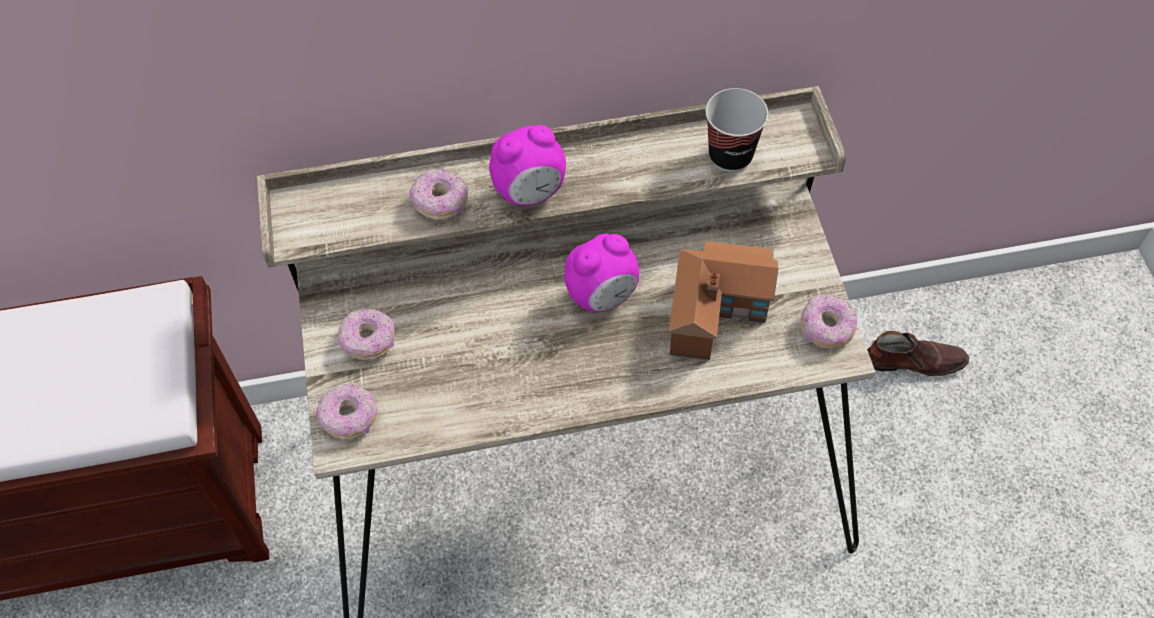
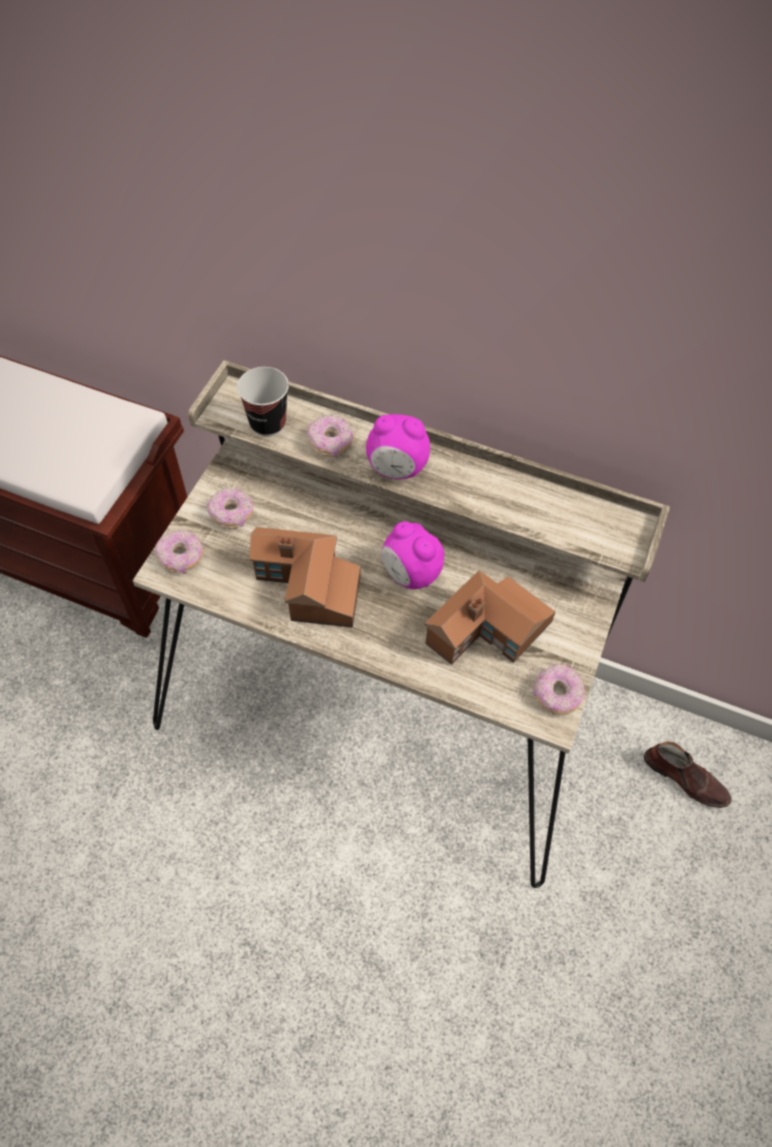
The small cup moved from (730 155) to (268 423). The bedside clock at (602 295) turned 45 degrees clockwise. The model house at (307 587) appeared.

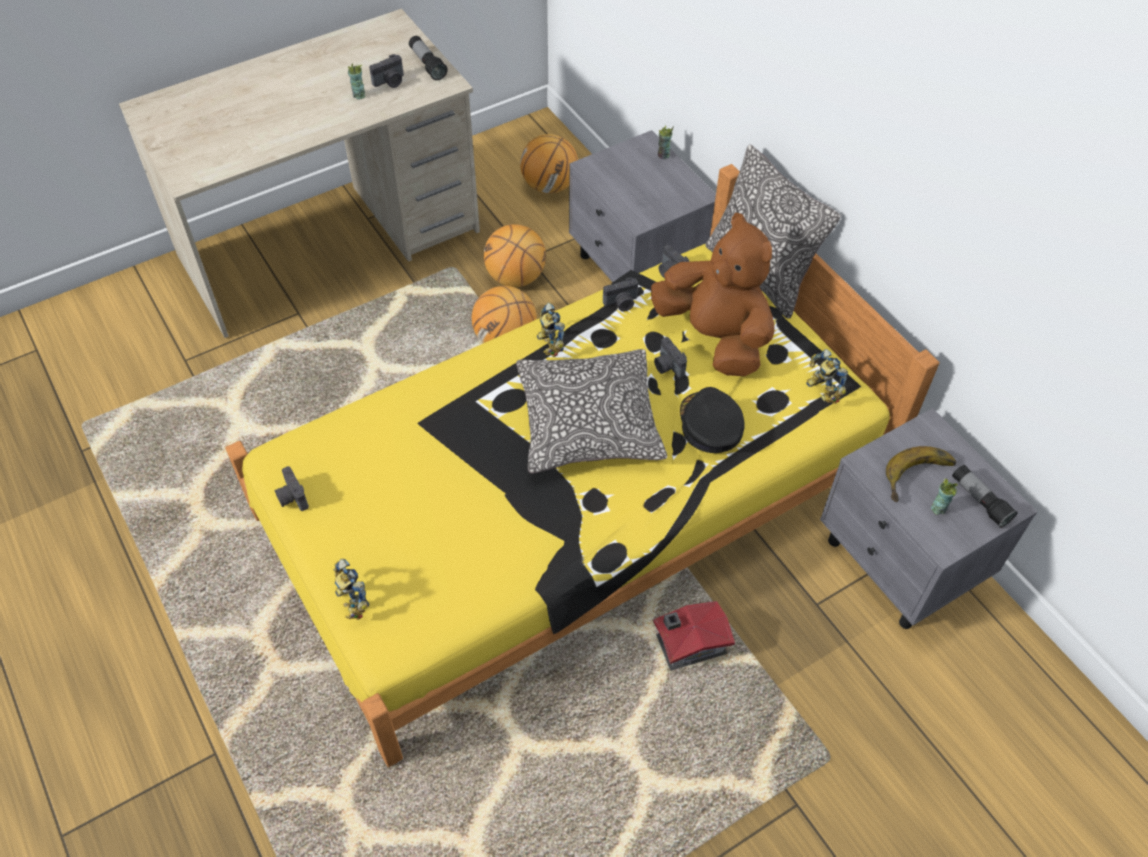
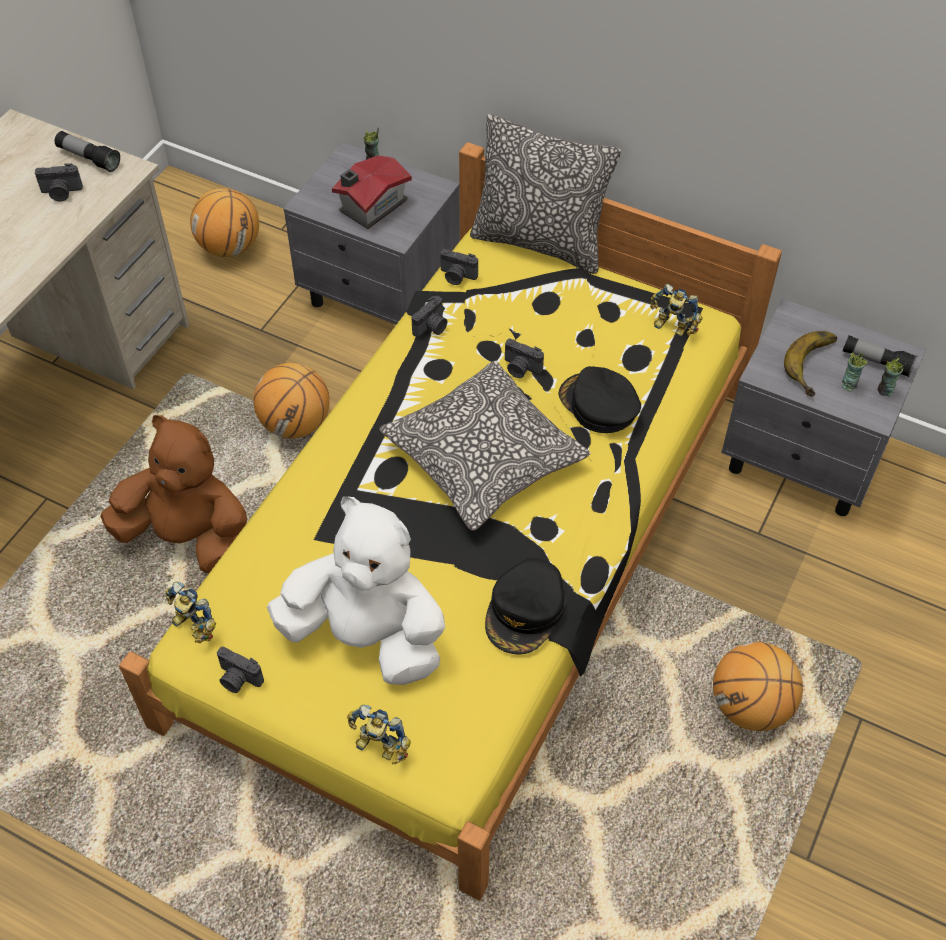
The still camera at (390 82) turned 60 degrees clockwise. The small cup moved from (359 95) to (885 391). The brownish plush toy moved from (714 337) to (189 537). The basketball ball moved from (515 278) to (750 706). The toy robot moved from (548 344) to (191 627). The model house moved from (688 644) to (370 206). The white-coloured plush toy at (367 636) appeared. The black-coloured baseball cap at (525 611) appeared.

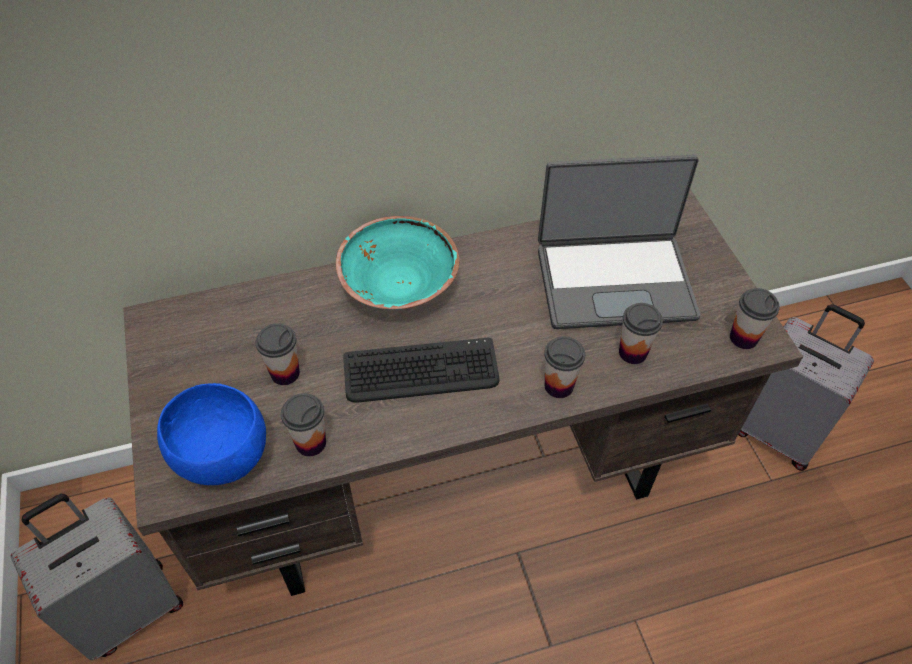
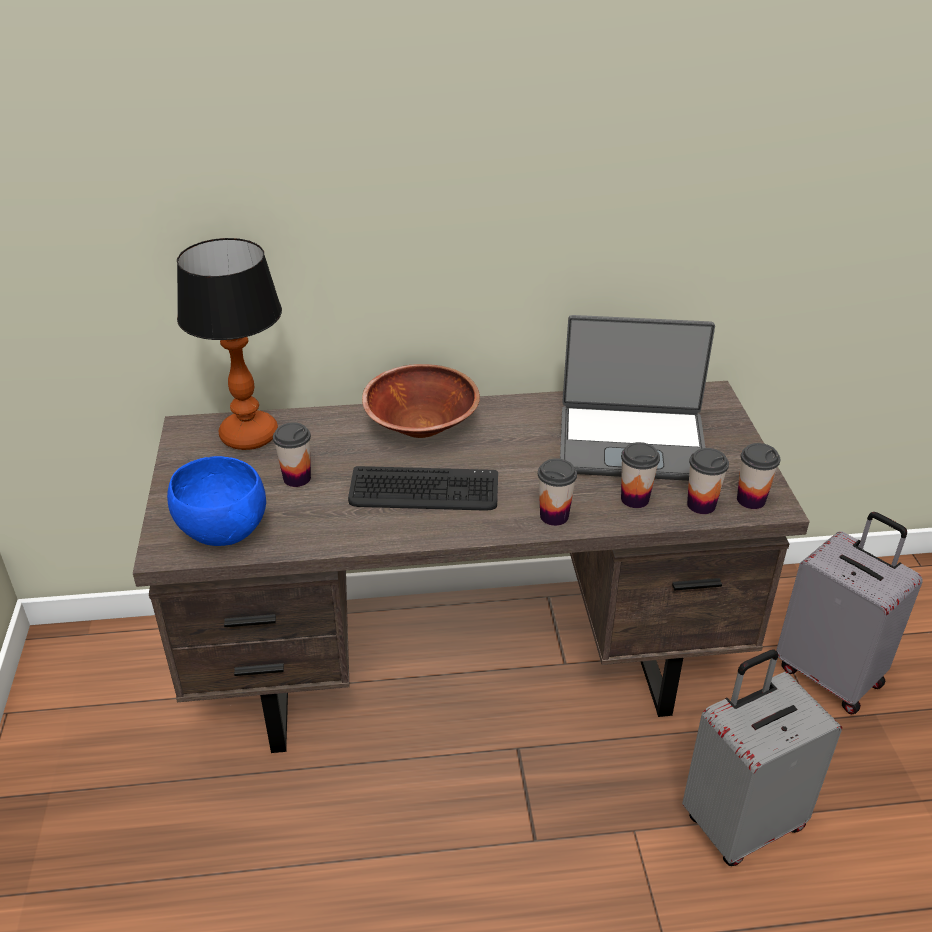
The turquoise-coloured bowl at (399 284) became the brownish bowl at (421 425). The small cup moved from (311 443) to (701 505). The gray piece of luggage moved from (129 608) to (741 821). The lamp for a table at (249 436) appeared.

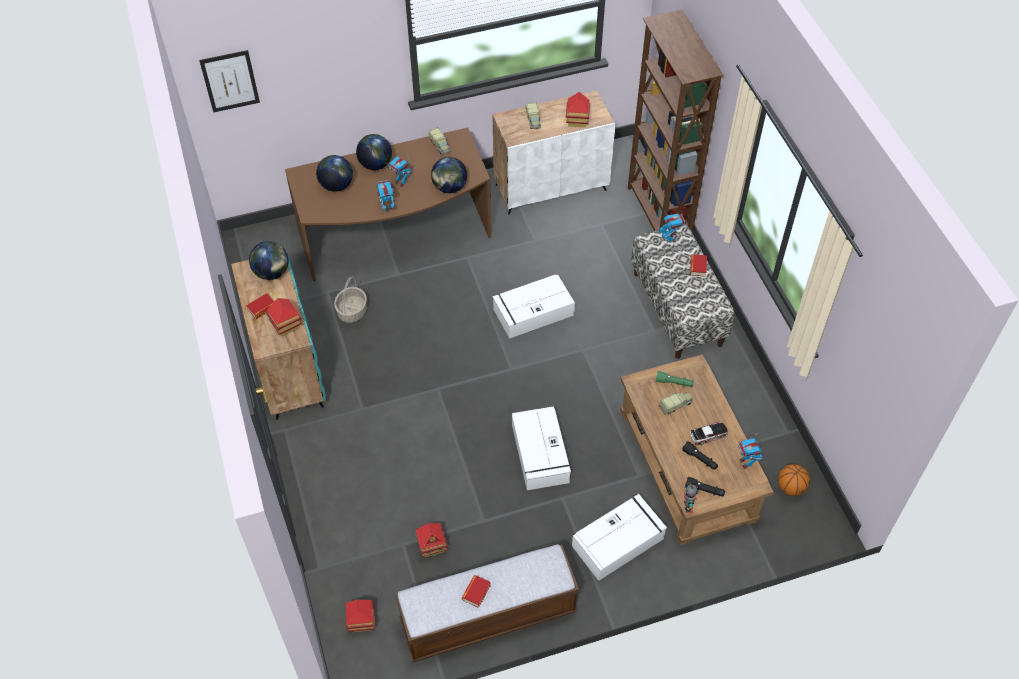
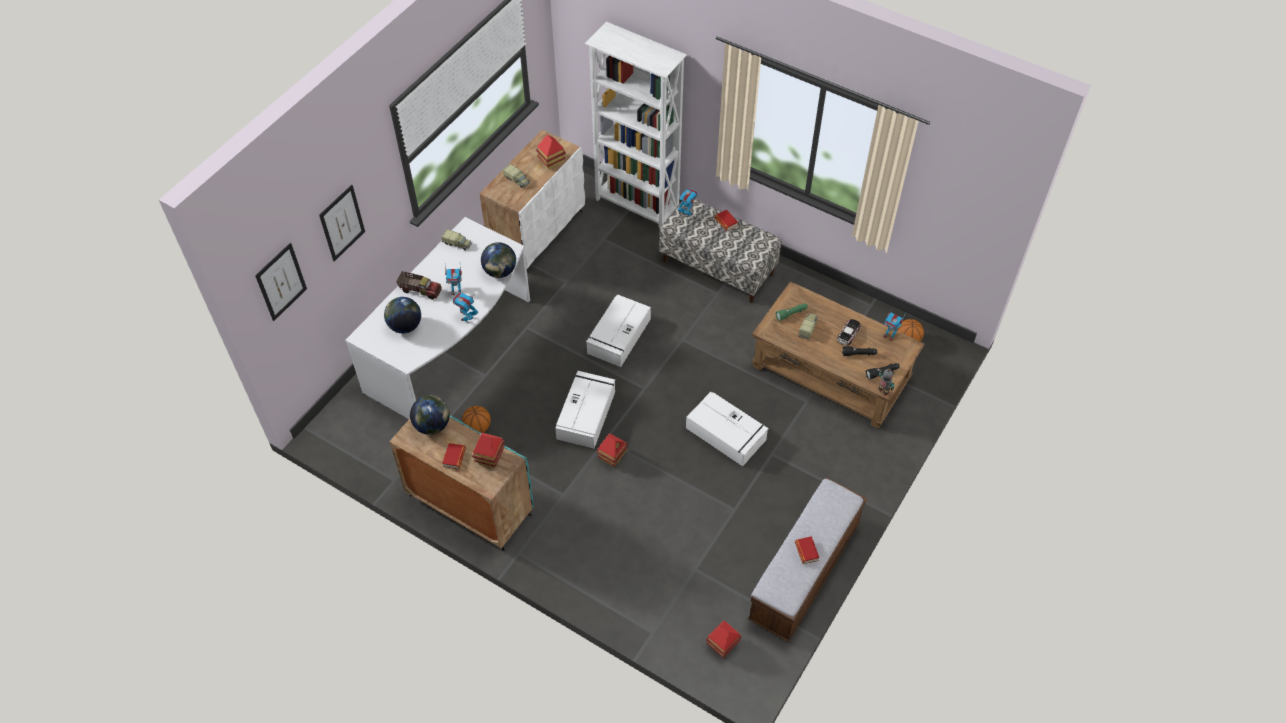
The brownish bookcase at (658 213) became the white-coloured bookcase at (637 206). The brownish desk unit at (395 237) became the white-coloured desk unit at (453 348). The globe at (375 164) was replaced by the model truck at (420 290). The household basket at (352 311) was replaced by the basketball ball at (477 427). The white-coloured storage container moved from (619 541) to (586 414). The model house moved from (432 547) to (612 457). The picture at (342 223) appeared.

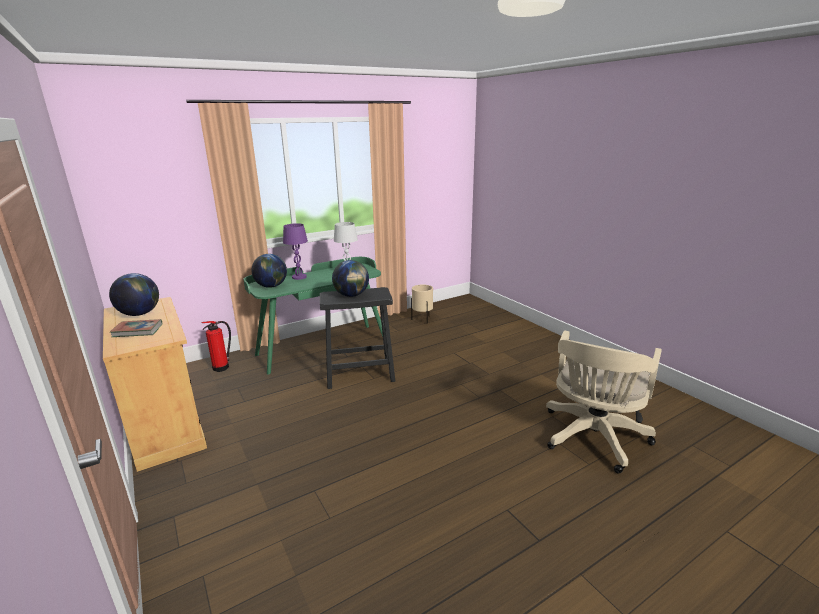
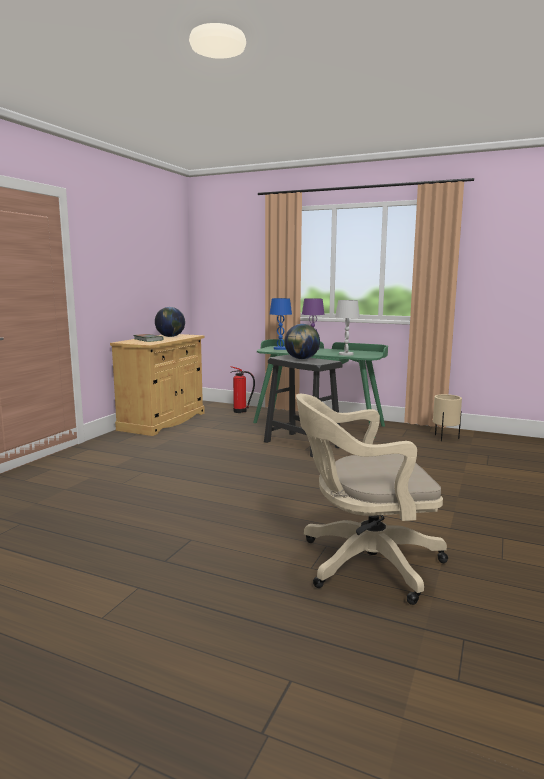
The globe at (271 286) was replaced by the blue lamp for a table at (280 348).

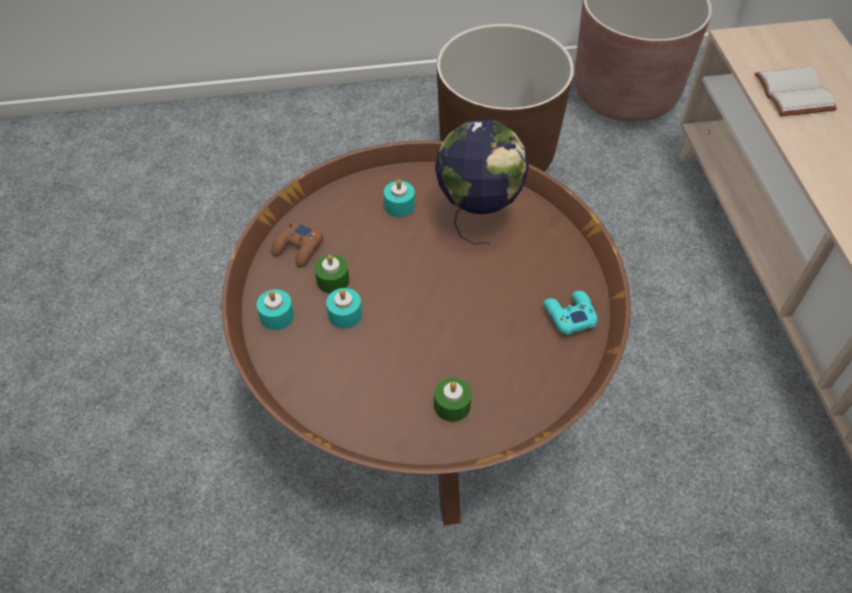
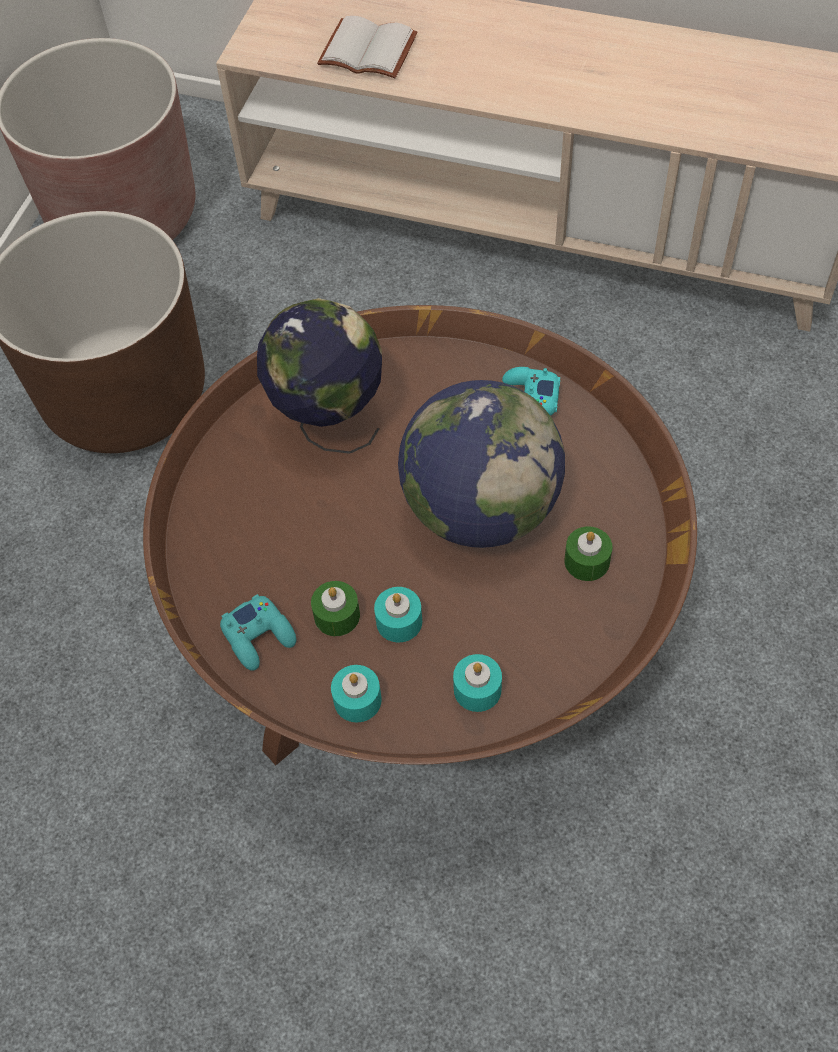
The turquoise-coloured wax candle moved from (399 205) to (477 689). The brownish gamepad at (298 248) became the turquoise-coloured gamepad at (259 636). The globe at (480 509) appeared.

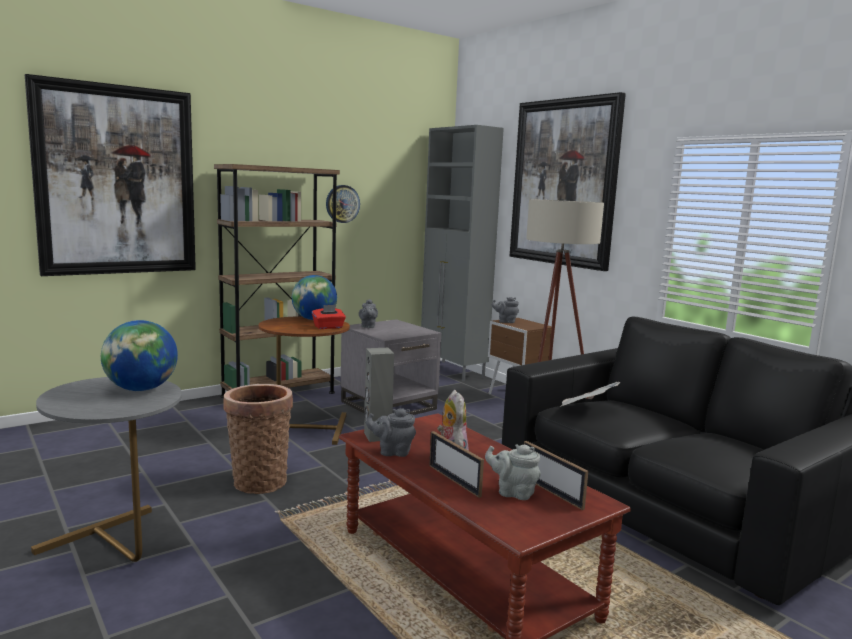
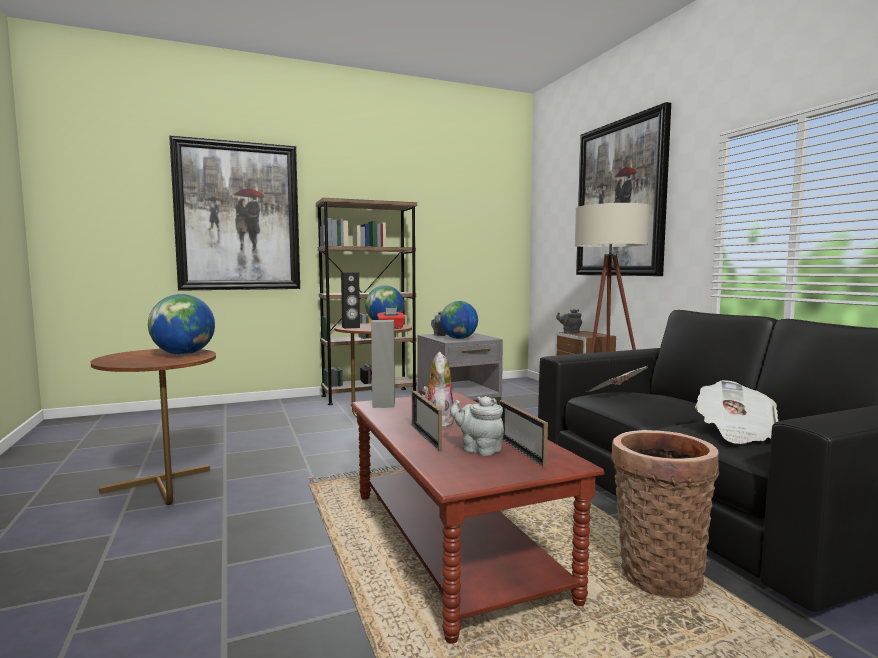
The gray cabinet at (453 371) disappeared. The hanging clock at (342 204) disappeared. The gray accent table at (118 549) became the brownish accent table at (163 495). The household basket moved from (259 480) to (657 573). The gray pot for tea at (392 452) disappeared. The black-coloured loudspeaker at (351 327) appeared. The globe at (459 338) appeared. The newspaper at (735 432) appeared.

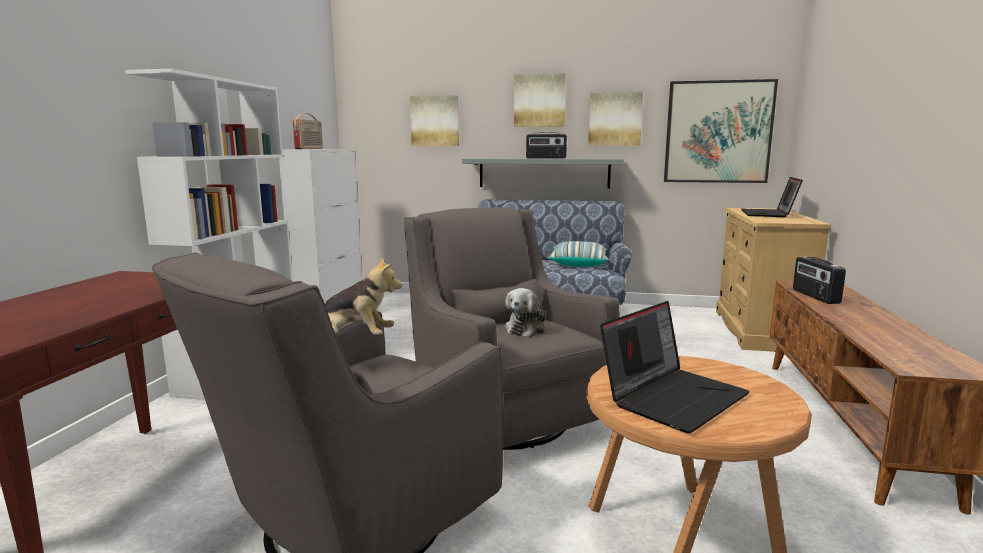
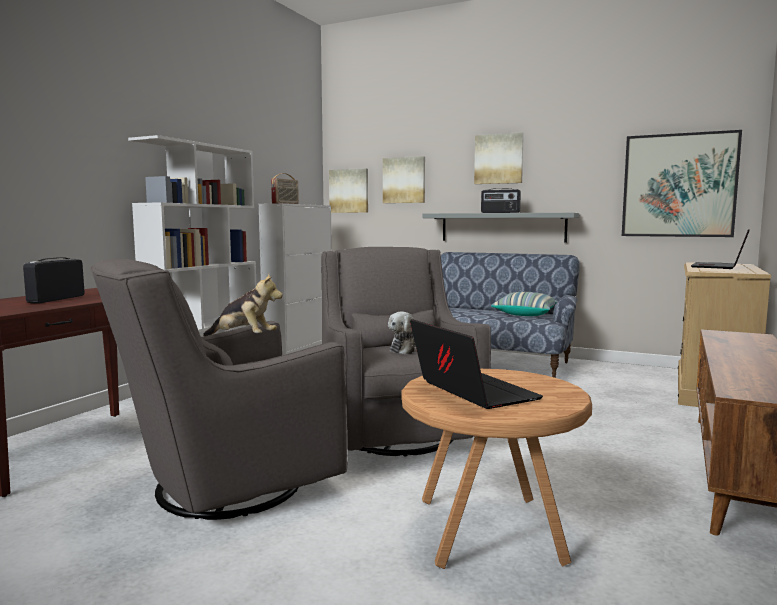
The picture moved from (615 119) to (349 191). The radio set moved from (814 296) to (56 299). The portable computer at (673 397) turned 90 degrees counterclockwise.

